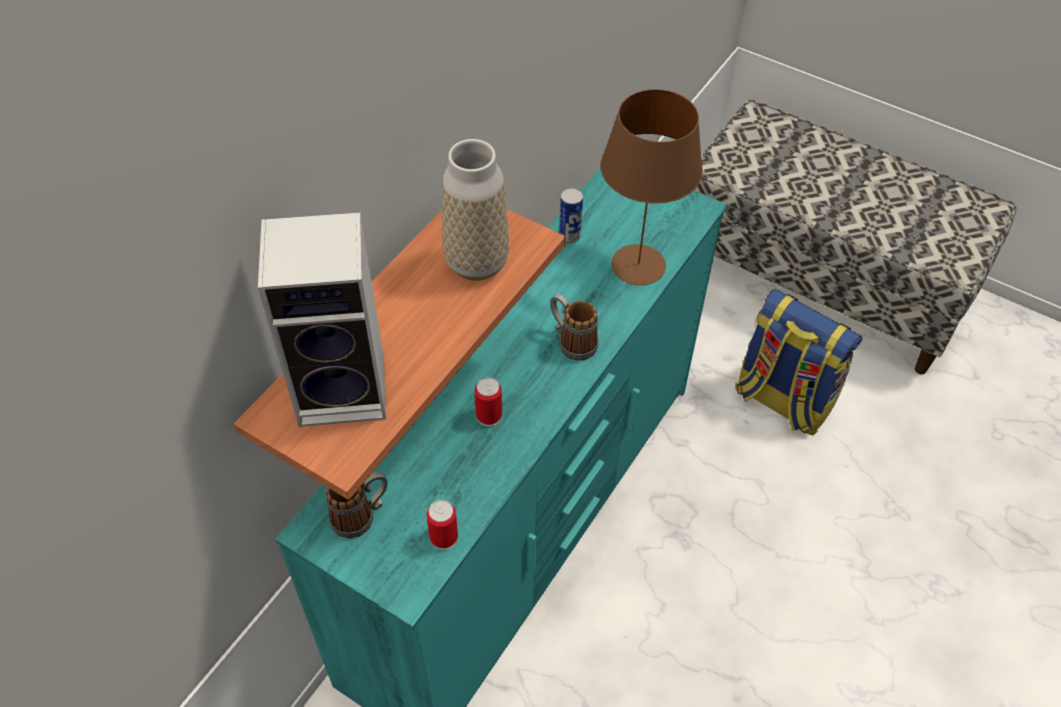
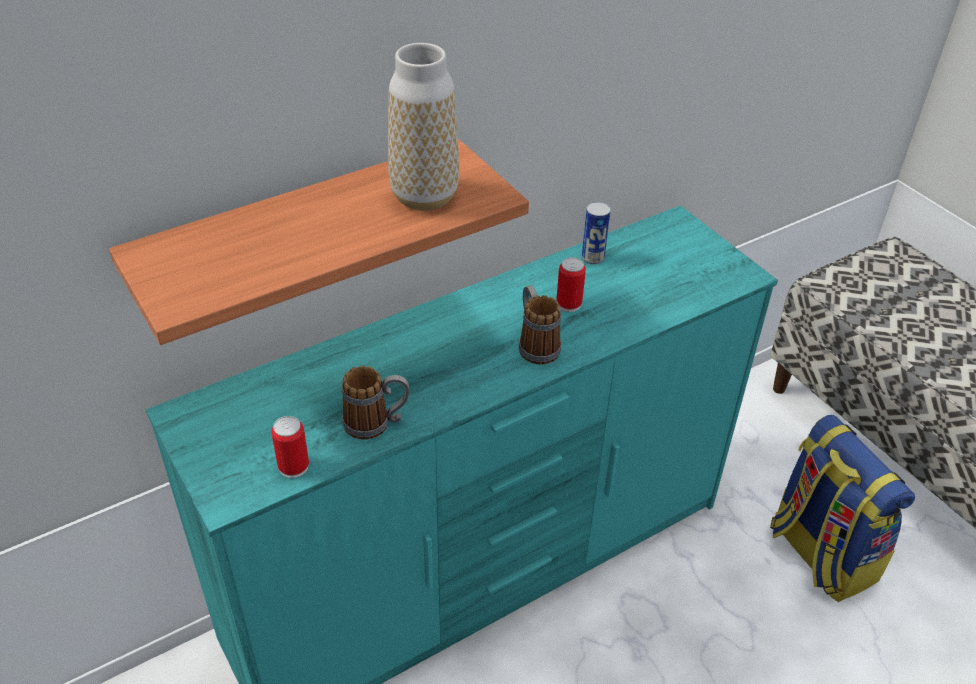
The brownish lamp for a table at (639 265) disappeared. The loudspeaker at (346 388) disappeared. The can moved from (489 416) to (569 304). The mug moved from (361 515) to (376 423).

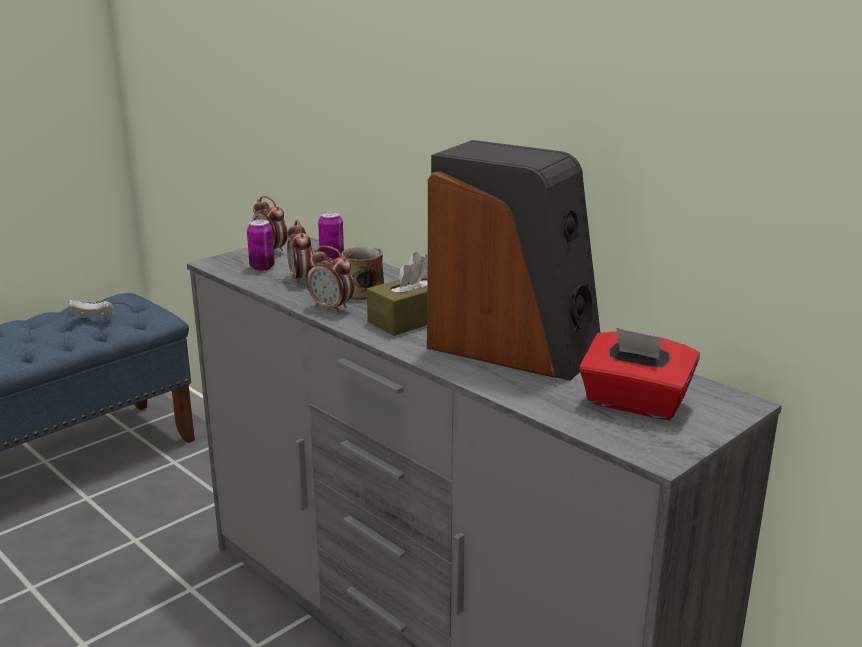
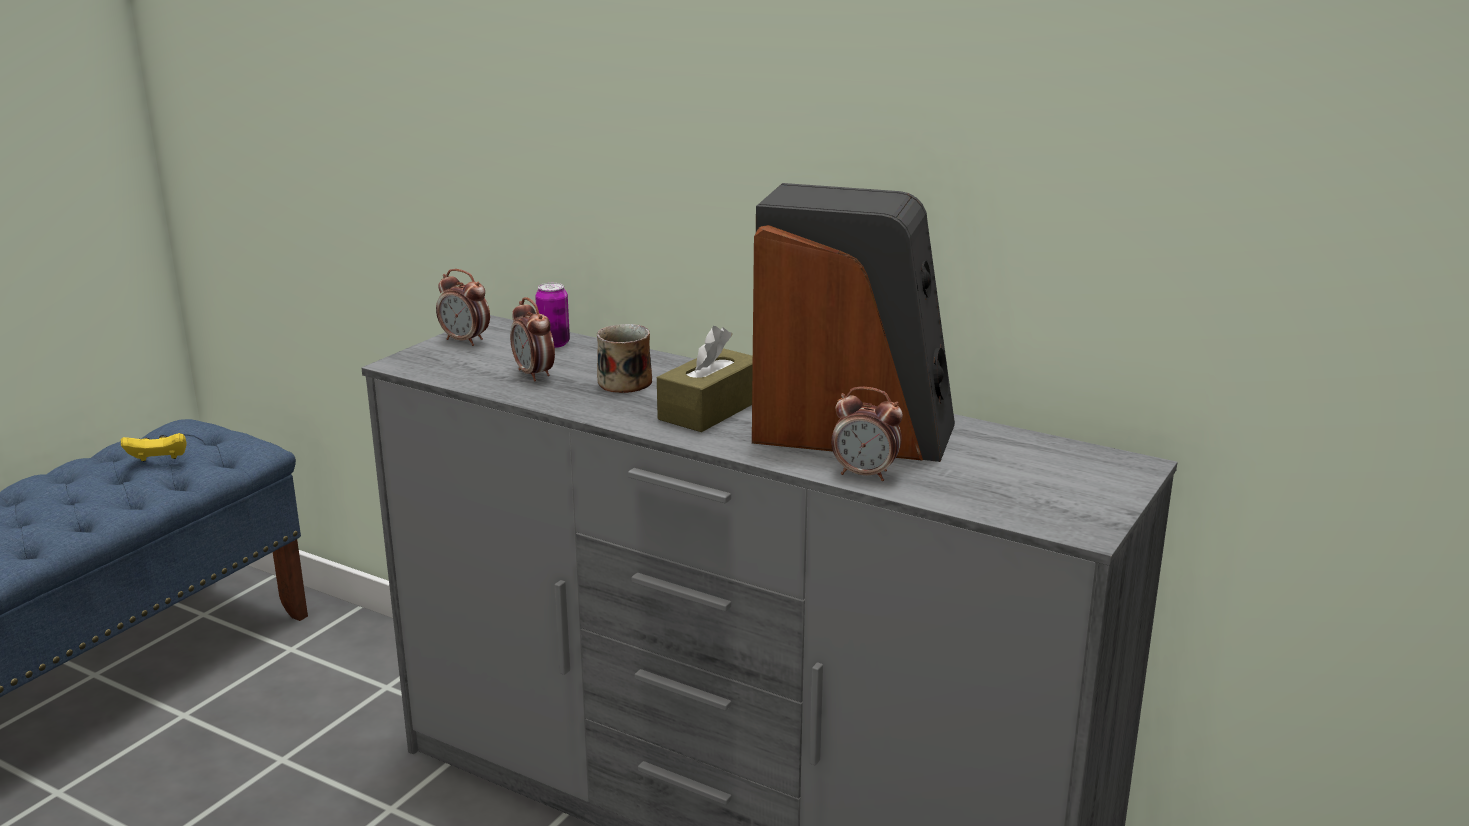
The can at (262 267) disappeared. The bedside clock moved from (331 308) to (865 474). The white-coloured gamepad at (94 319) became the yellow gamepad at (159 461). The red-coloured box of tissues at (634 403) disappeared.

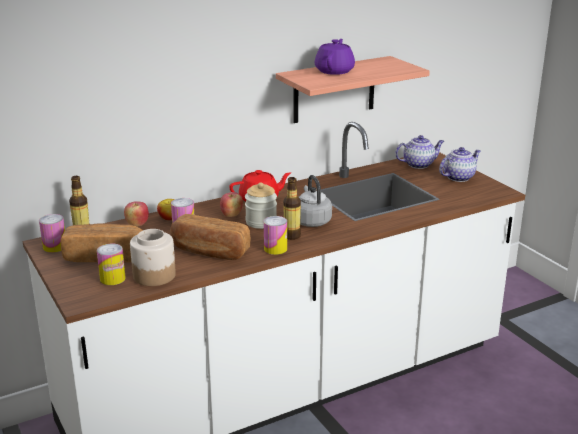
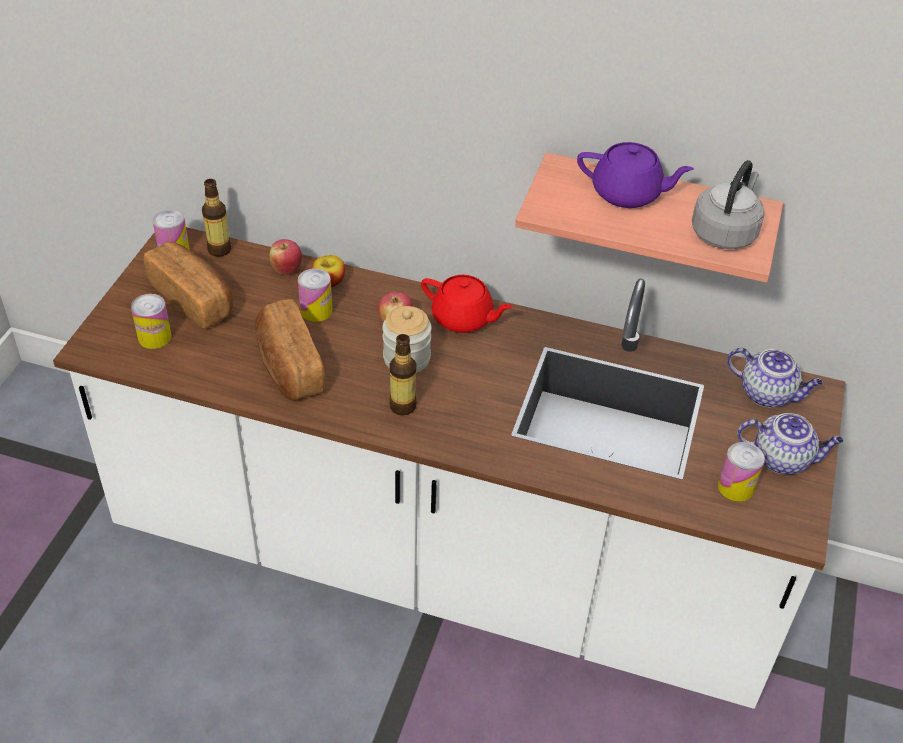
The purple-coloured pot for tea at (334 71) turned 45 degrees clockwise. The gray tea kettle moved from (311 221) to (725 232). The can moved from (275 249) to (735 487). The preserve jar at (155 275) disappeared.

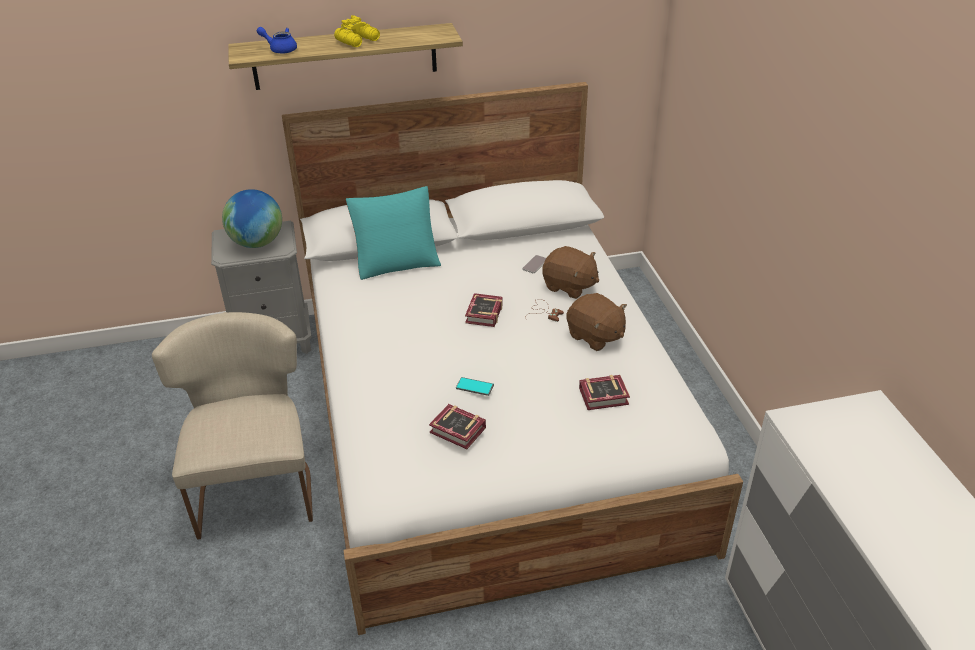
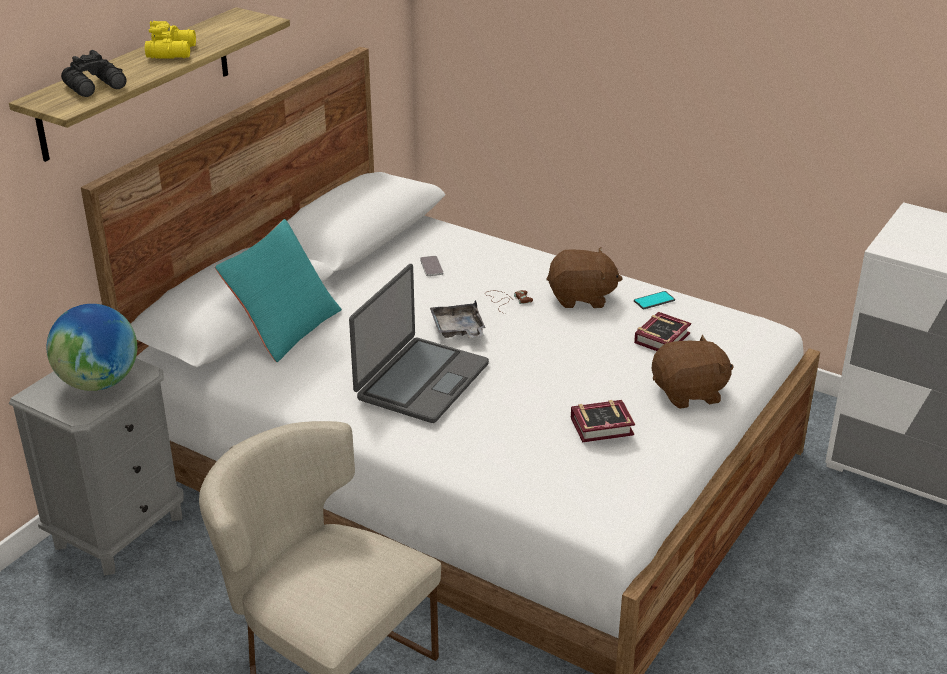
The blue pot for tea at (280 49) was replaced by the black-coloured field glasses at (97 87). The brownish plush toy moved from (569 286) to (689 393). The bound book at (482 315) was replaced by the gray carrying tray at (458 330). The phone moved from (474 387) to (654 301). The portable computer at (421 381) appeared.

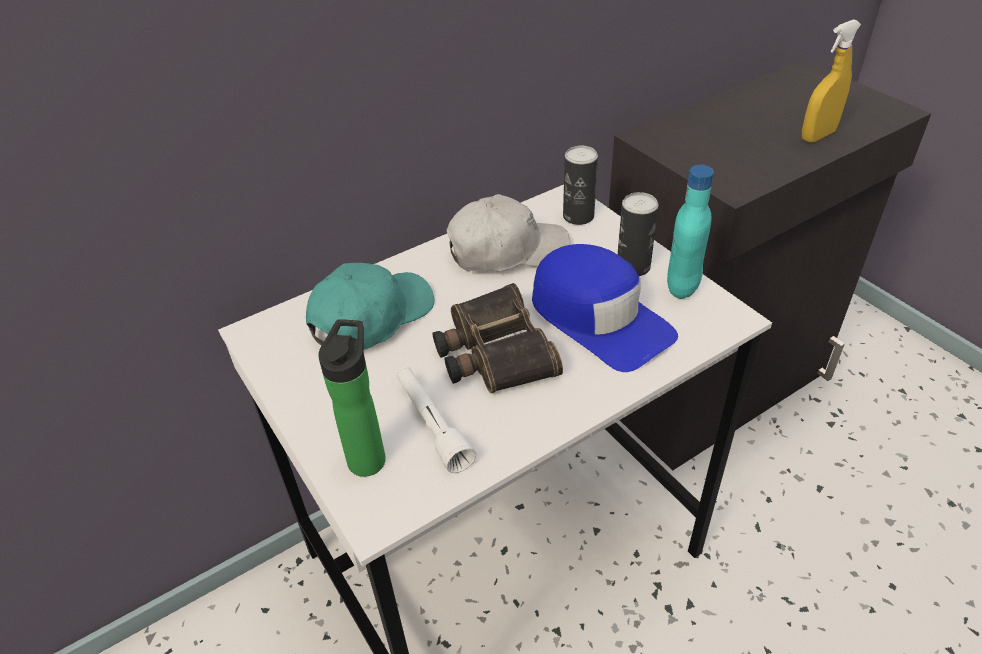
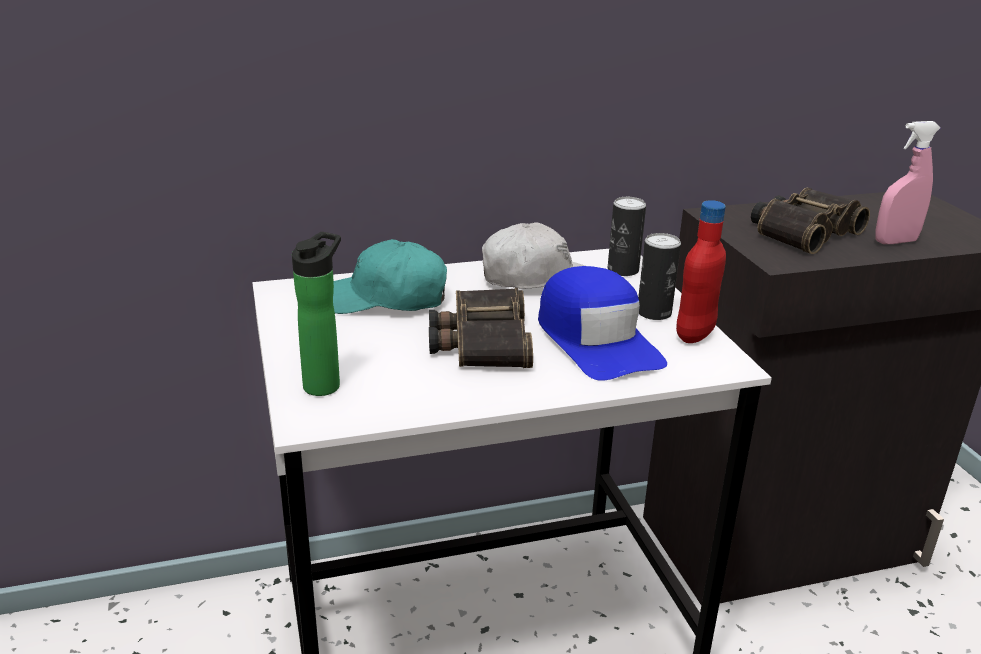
The yellow hand sprayer at (817 136) became the pinkish hand sprayer at (895 241). The turquoise-coloured bottle at (682 286) became the red-coloured bottle at (694 335). The turquoise-coloured baseball cap at (371 318) turned 150 degrees counterclockwise. The white-coloured hand torch at (432 424) disappeared. The field glasses at (802 232) appeared.

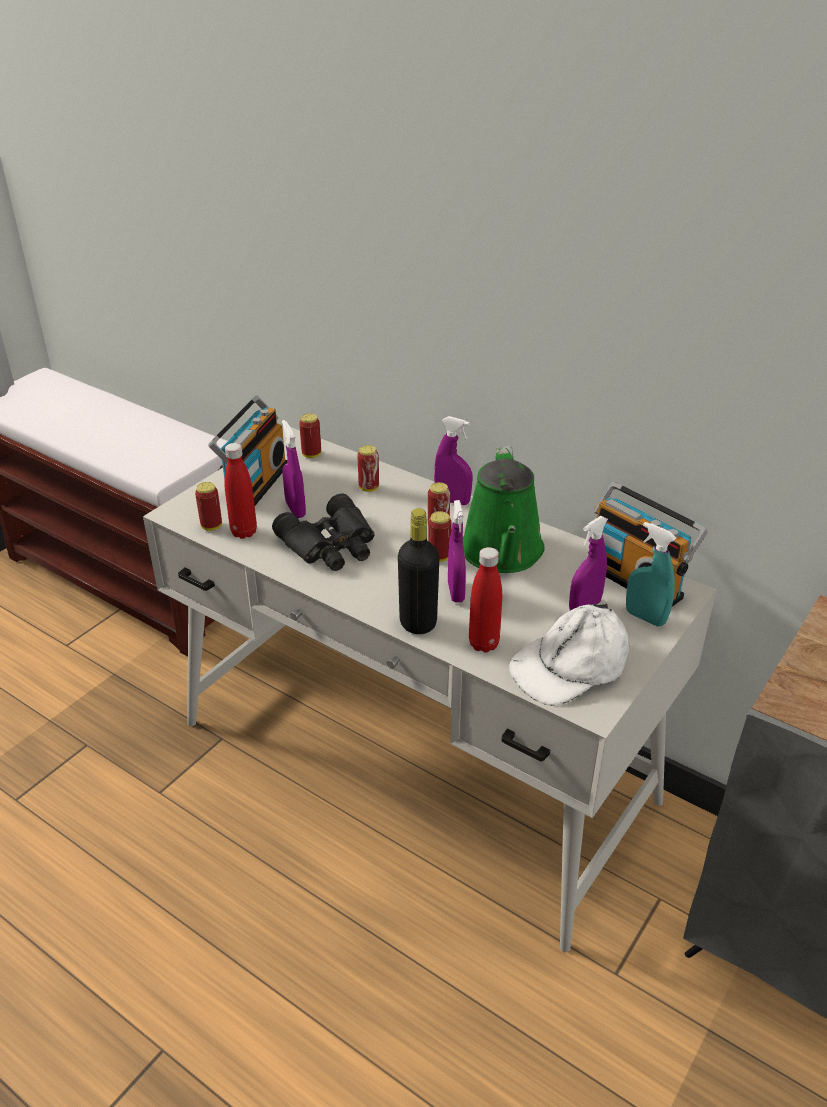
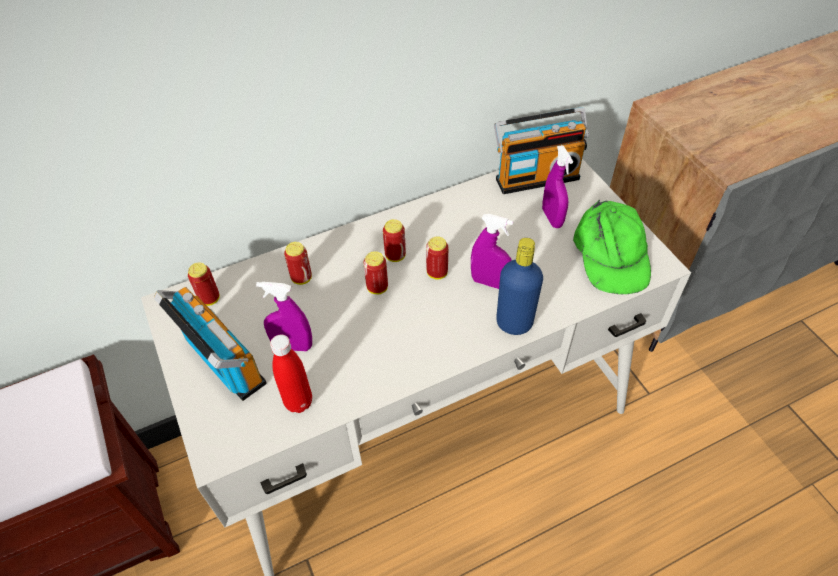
The purple-coloured hand sprayer at (452 500) disappeared. The greenish watering pot at (502 554) disappeared. The can moved from (211 526) to (377 288). The black-coloured field glasses at (331 545) disappeared. The black-coloured bottle at (418 623) became the blue bottle at (514 323). The turquoise-coloured hand sprayer at (645 617) disappeared. The red-coloured bottle at (483 644) disappeared. The white-coloured baseball cap at (571 665) became the greenish baseball cap at (611 255).

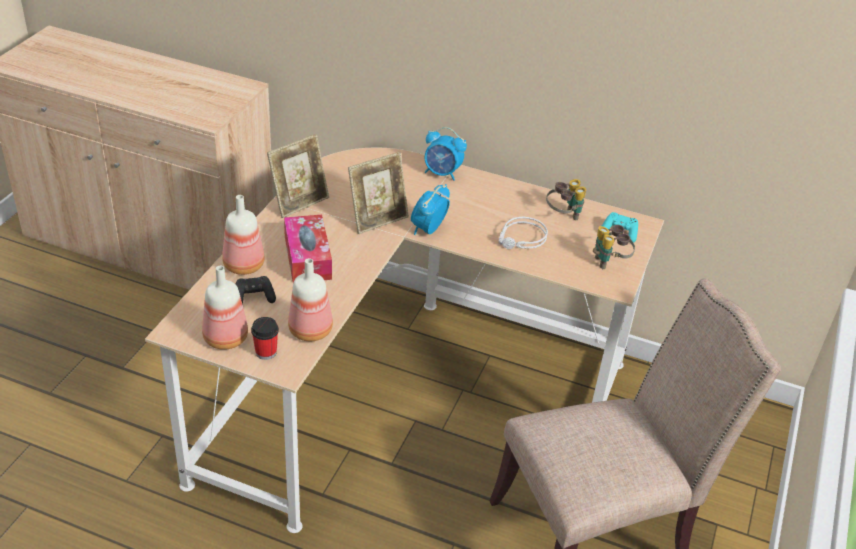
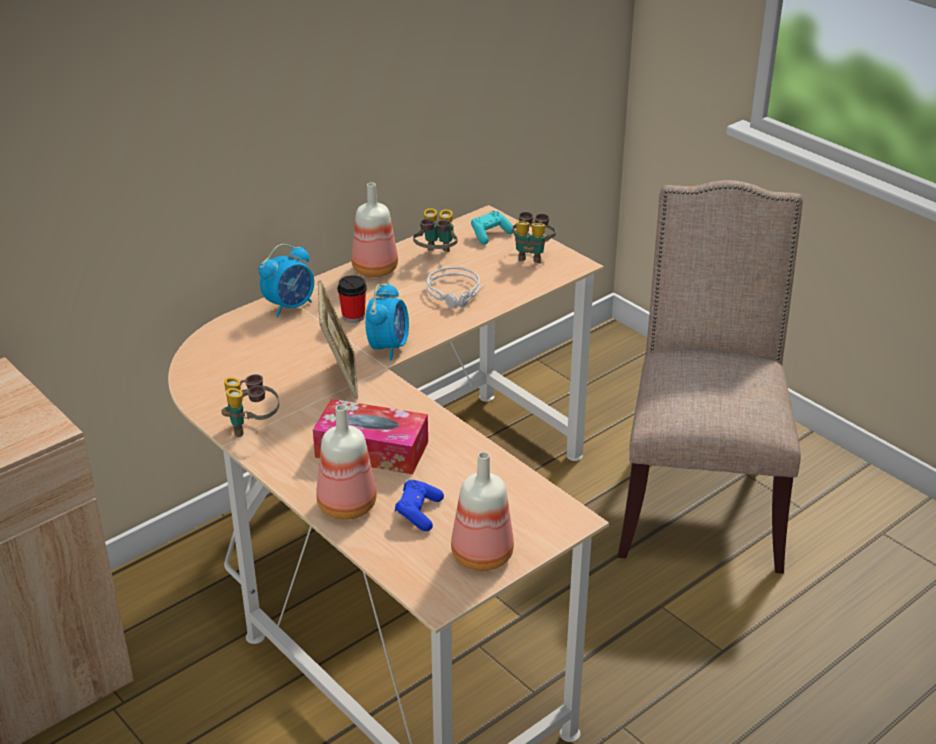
The photo frame at (299 202) was replaced by the field glasses at (252 426). The bedside clock at (428 229) turned 135 degrees counterclockwise. The bottle moved from (311 329) to (374 269). The black-coloured gamepad at (254 297) became the blue gamepad at (418 513). The small cup moved from (266 352) to (353 316).

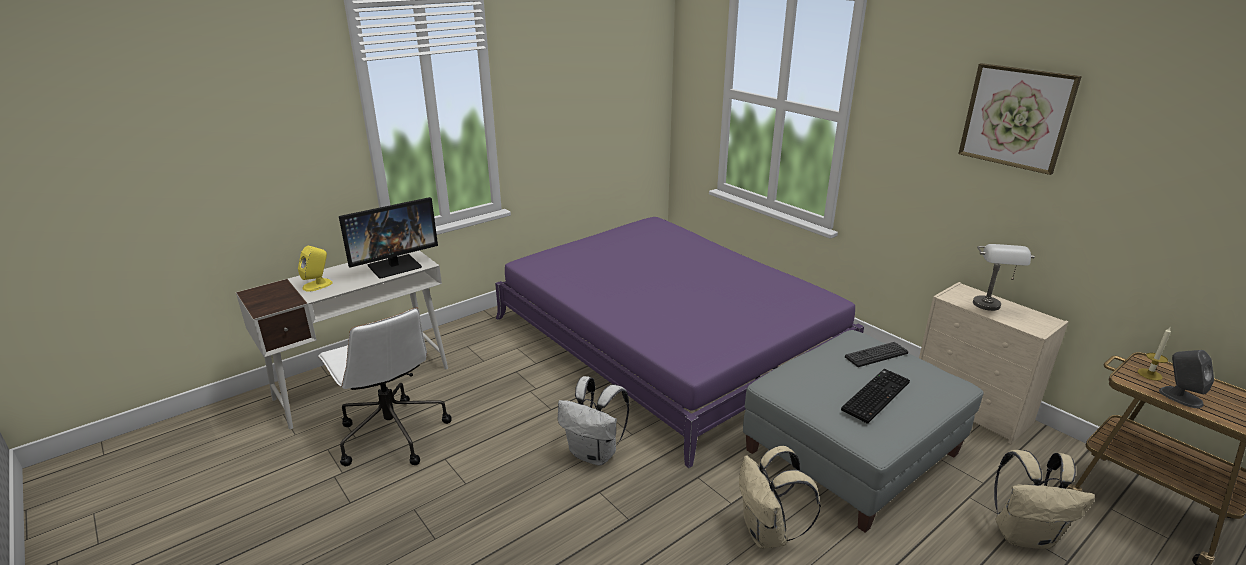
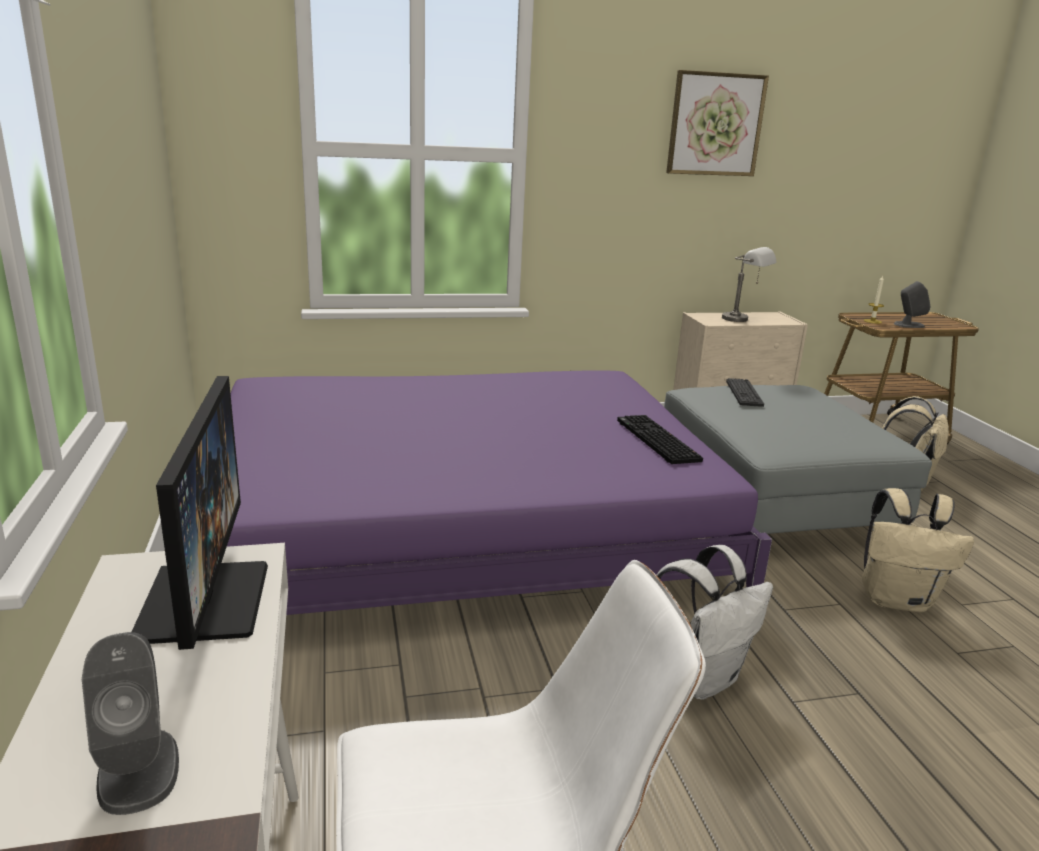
The yellow loudspeaker at (318 285) became the gray loudspeaker at (138 769). The computer keyboard moved from (874 395) to (655 440).

